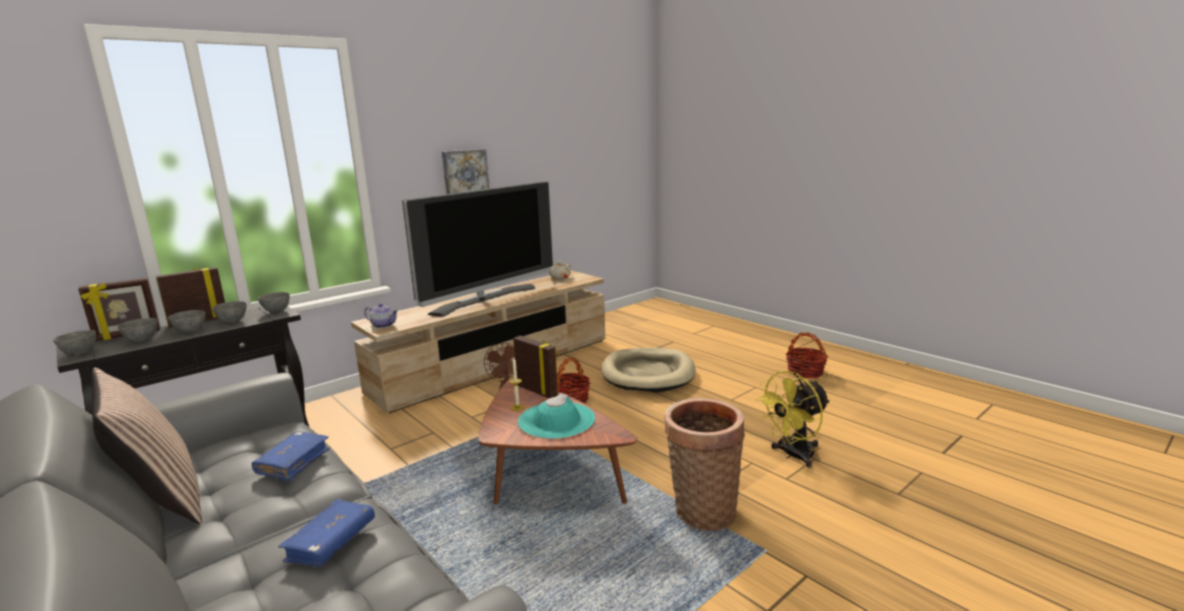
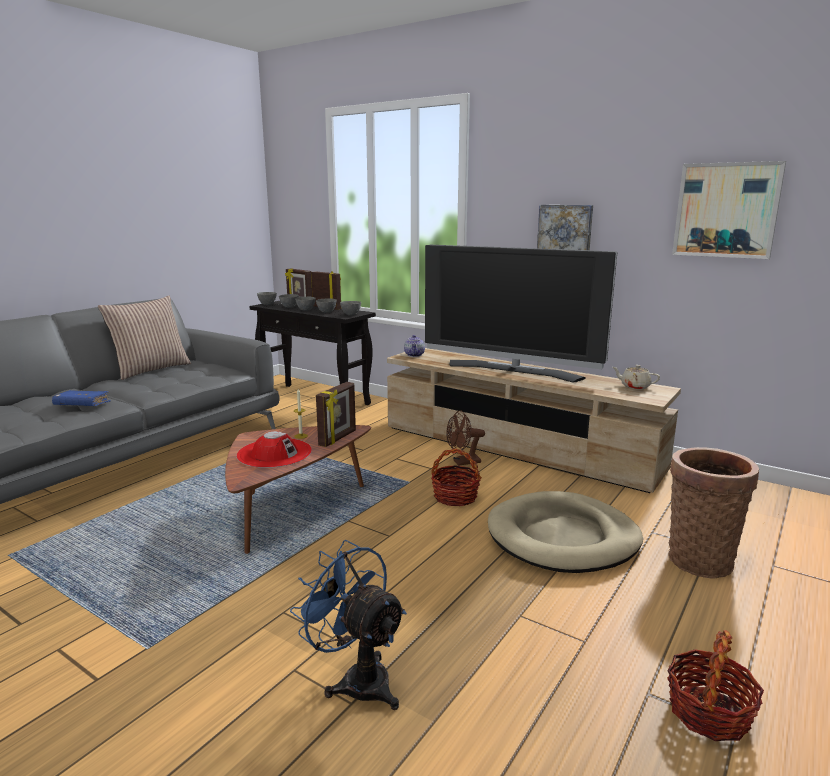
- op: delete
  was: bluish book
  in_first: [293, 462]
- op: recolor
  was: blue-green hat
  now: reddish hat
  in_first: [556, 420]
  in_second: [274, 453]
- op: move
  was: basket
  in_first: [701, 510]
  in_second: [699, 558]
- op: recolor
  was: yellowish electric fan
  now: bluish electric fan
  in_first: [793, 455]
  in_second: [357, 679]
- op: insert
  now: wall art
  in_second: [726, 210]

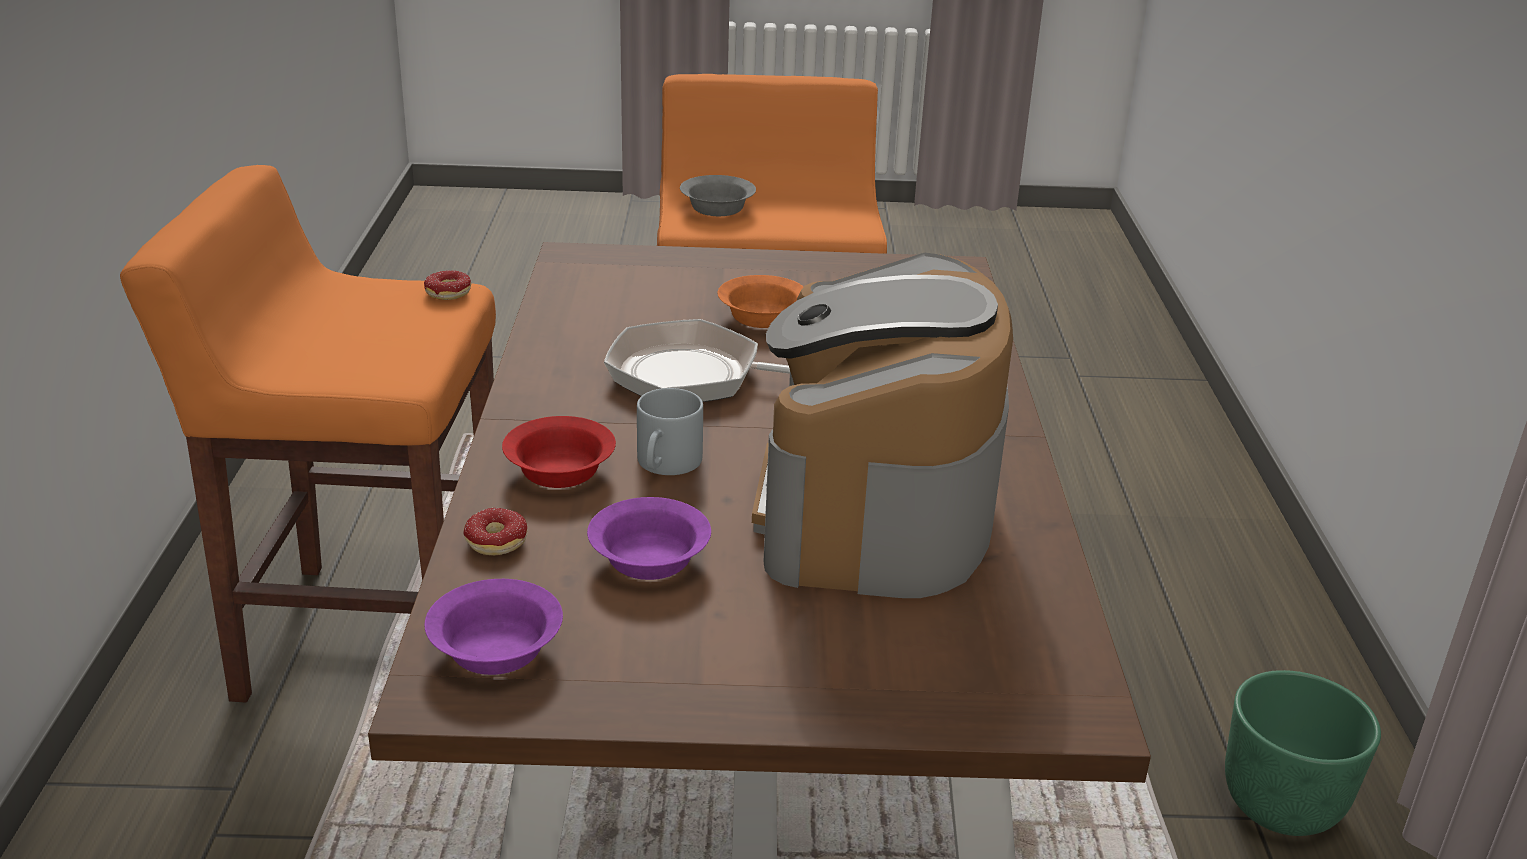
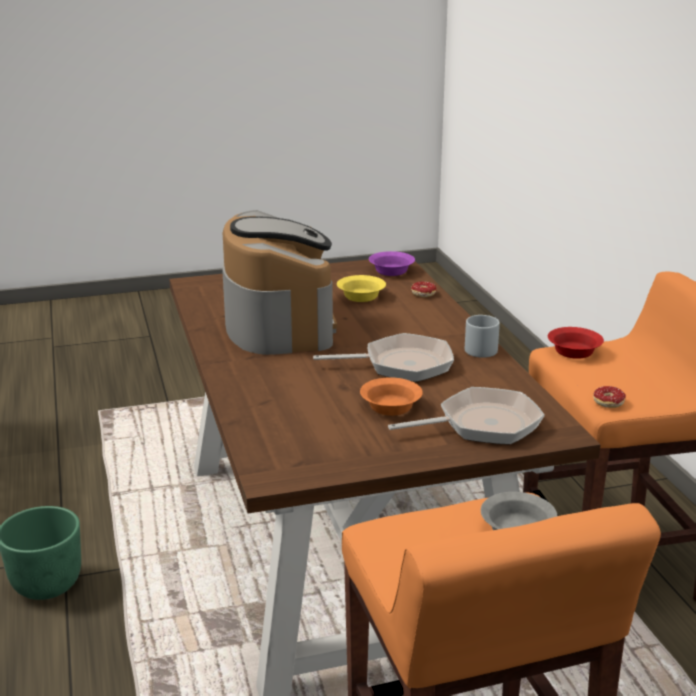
- op: move
  was: reddish bowl
  in_first: [562, 470]
  in_second: [573, 352]
- op: recolor
  was: purple-coloured bowl
  now: yellowish bowl
  in_first: [646, 559]
  in_second: [362, 297]
- op: move
  was: greyish tea mug
  in_first: [667, 465]
  in_second: [479, 348]
- op: insert
  now: pan
  in_second: [482, 424]

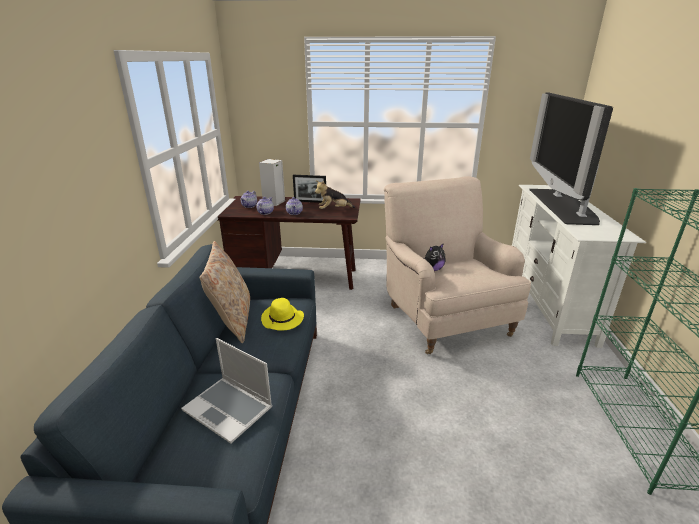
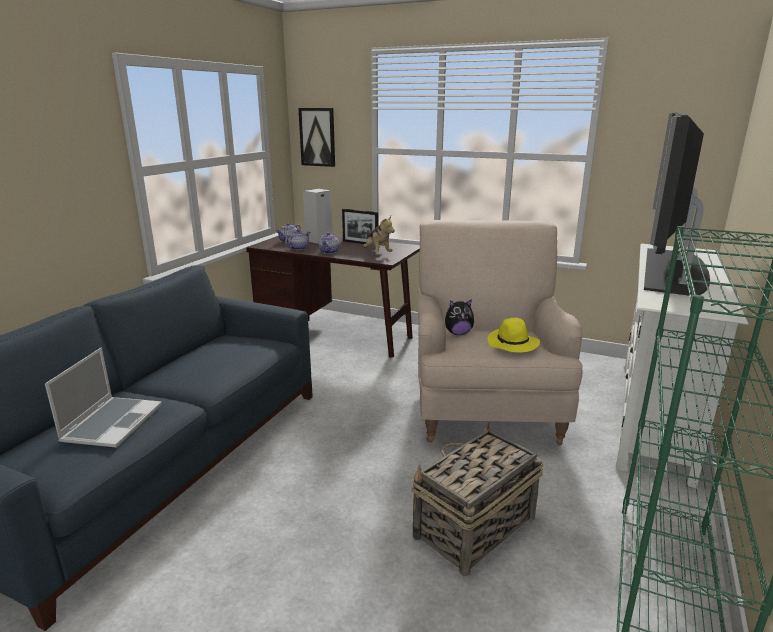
- op: rotate
  was: portable computer
  in_first: [229, 409]
  in_second: [112, 423]
  clockwise: -135
- op: delete
  was: sand-coloured cushion
  in_first: [232, 320]
- op: move
  was: yellowish hat
  in_first: [283, 320]
  in_second: [513, 344]
- op: rotate
  was: cuddly toy
  in_first: [334, 210]
  in_second: [377, 253]
  clockwise: -120
- op: insert
  now: wall art
  in_second: [317, 137]
- op: insert
  now: basket
  in_second: [473, 527]

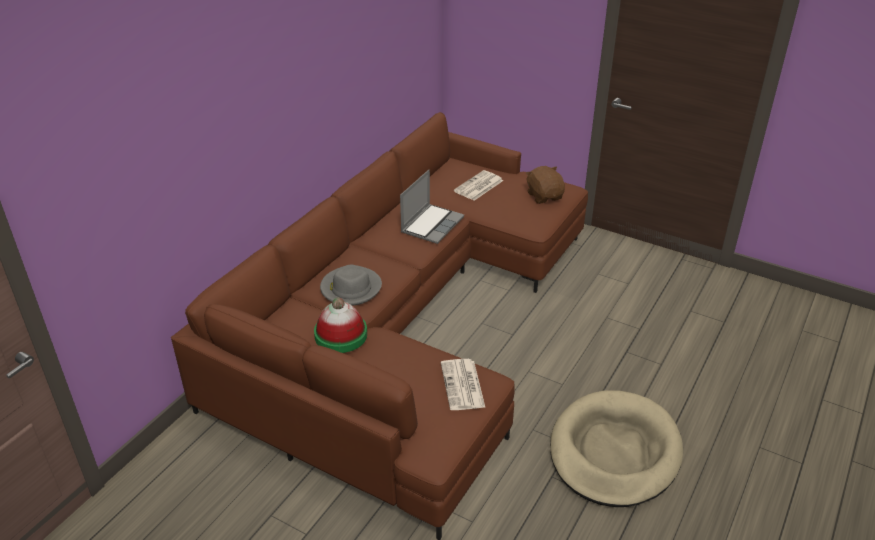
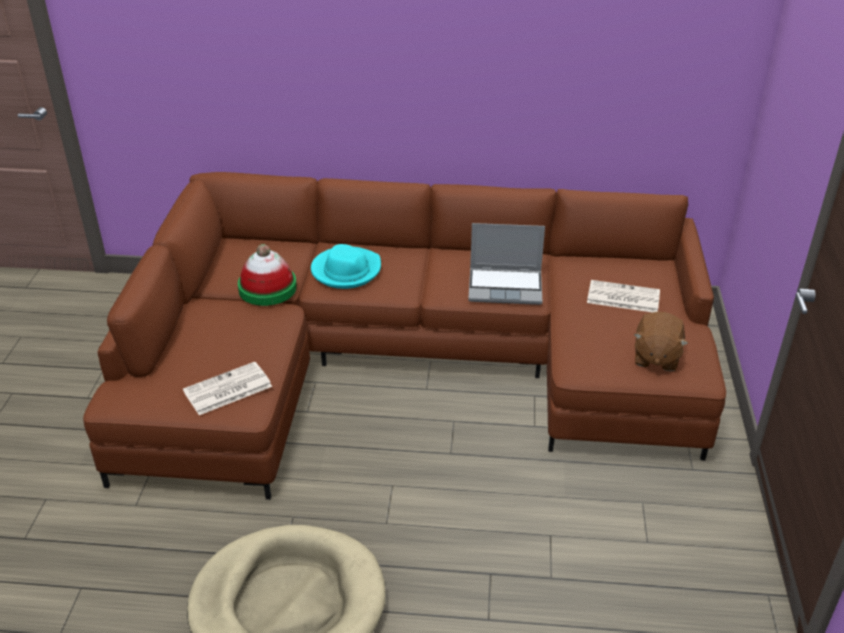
- op: recolor
  was: greyish hat
  now: blue-green hat
  in_first: [350, 288]
  in_second: [346, 270]
- op: rotate
  was: brownish cuddly toy
  in_first: [544, 196]
  in_second: [655, 357]
  clockwise: 150

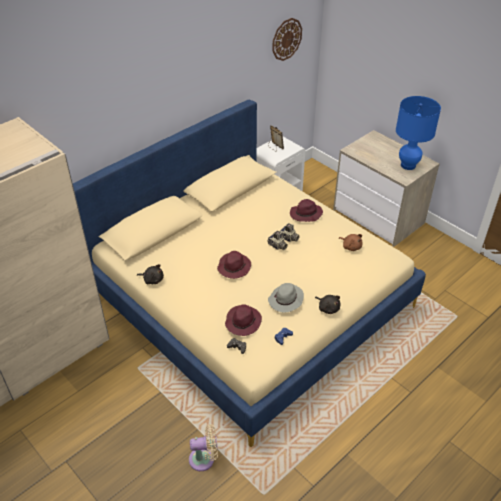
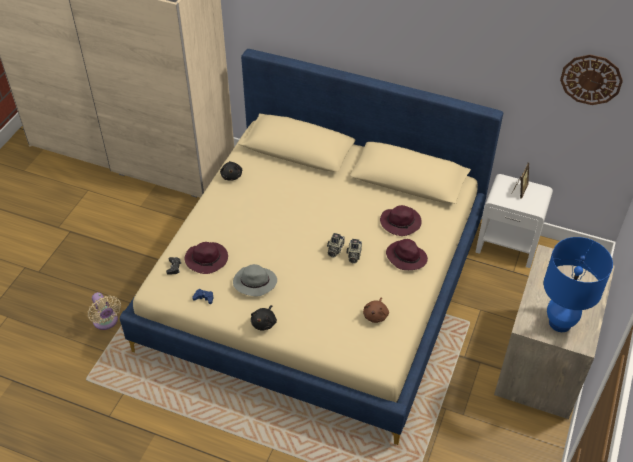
- op: move
  was: purple-coloured hat
  in_first: [234, 267]
  in_second: [401, 222]

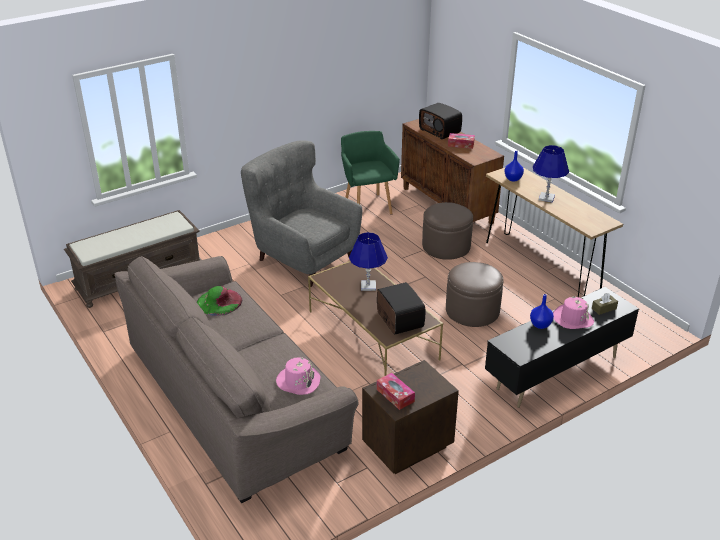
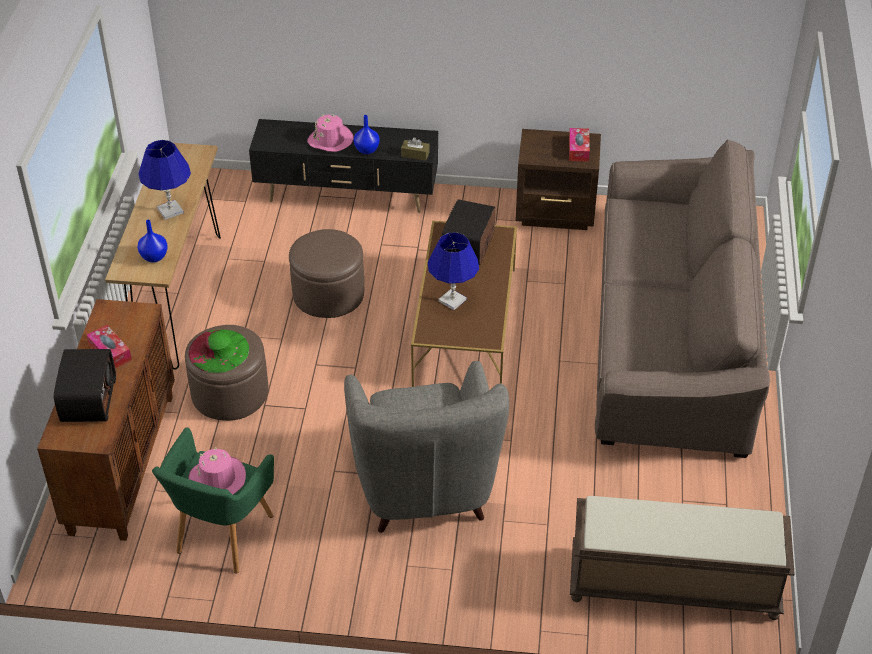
- op: move
  was: green hat
  in_first: [219, 302]
  in_second: [219, 351]
- op: move
  was: pink-coloured hat
  in_first: [298, 381]
  in_second: [217, 479]
- op: move
  was: brownish box of tissues
  in_first: [604, 308]
  in_second: [415, 154]

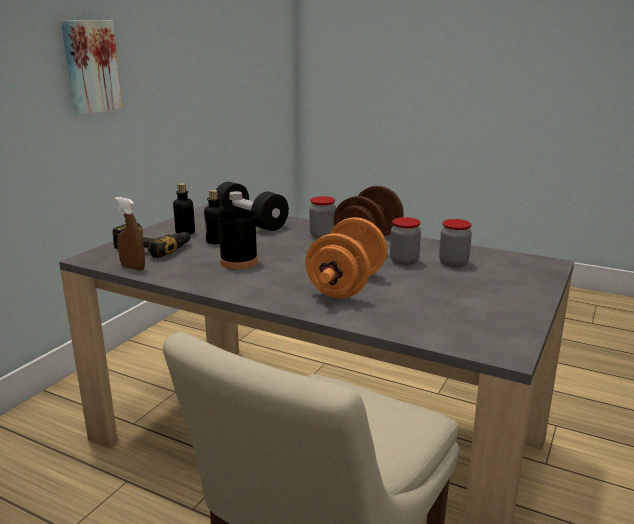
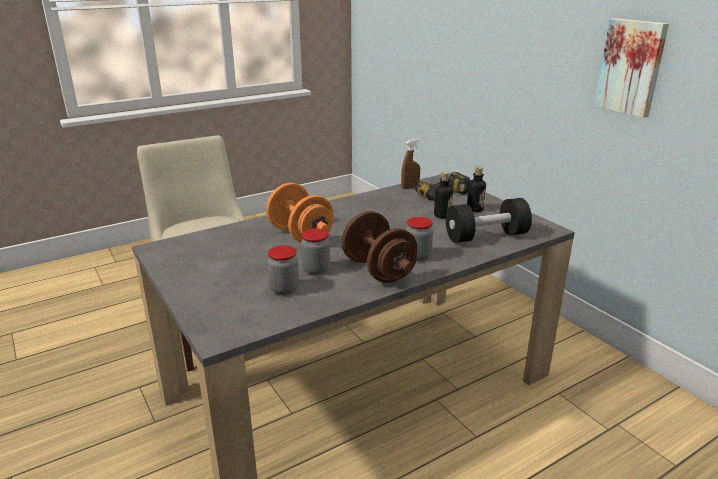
- op: delete
  was: blackish bottle
  in_first: [239, 262]

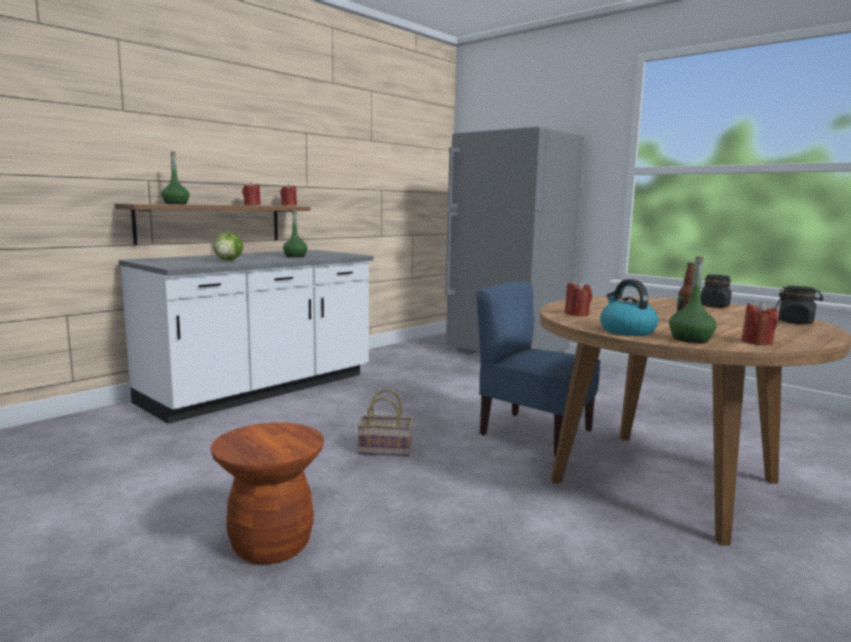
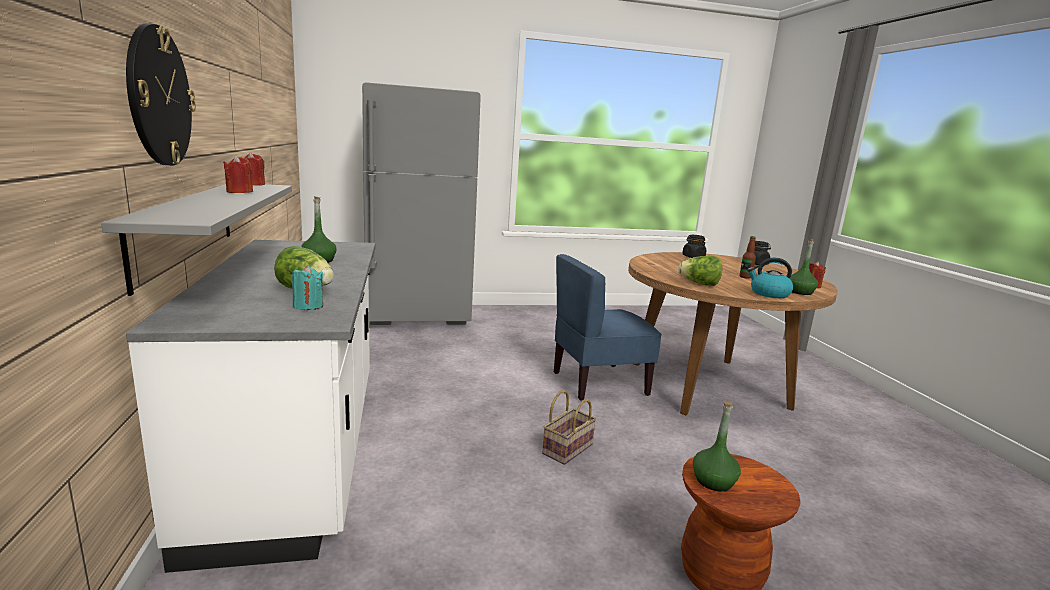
- op: recolor
  was: brownish wall shelf
  now: greyish wall shelf
  in_first: [211, 223]
  in_second: [185, 228]
- op: move
  was: green bottle
  in_first: [175, 204]
  in_second: [713, 481]
- op: replace
  was: reddish wax candle
  now: lettuce
  in_first: [577, 314]
  in_second: [699, 284]
- op: insert
  now: wall clock
  in_second: [159, 97]
- op: insert
  now: blue-green wax candle
  in_second: [308, 306]

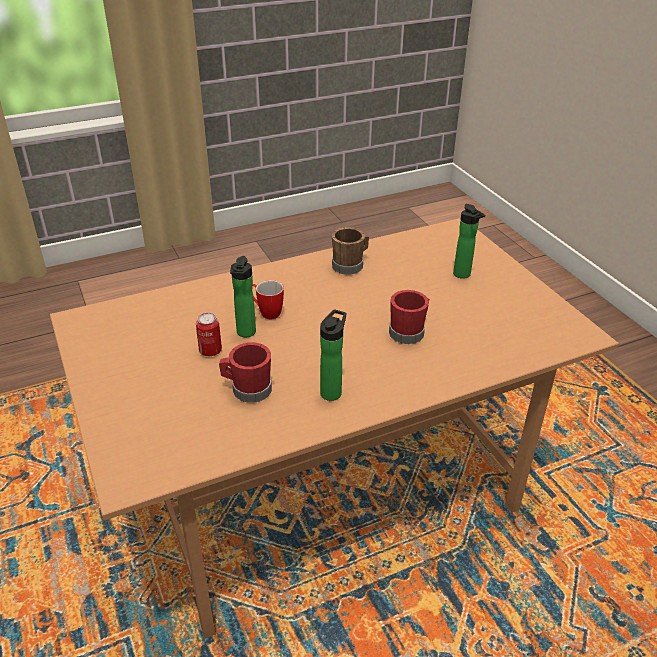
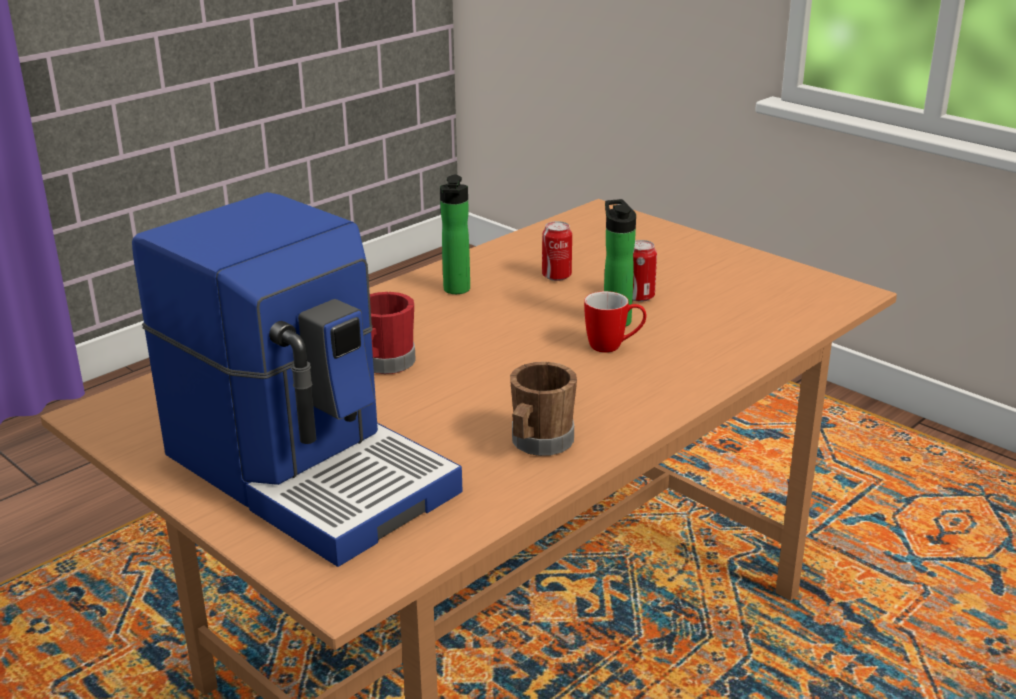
- op: replace
  was: reddish tea mug
  now: sealed can
  in_first: [247, 389]
  in_second: [556, 276]
- op: replace
  was: bottle
  now: coffee machine
  in_first: [463, 275]
  in_second: [310, 470]

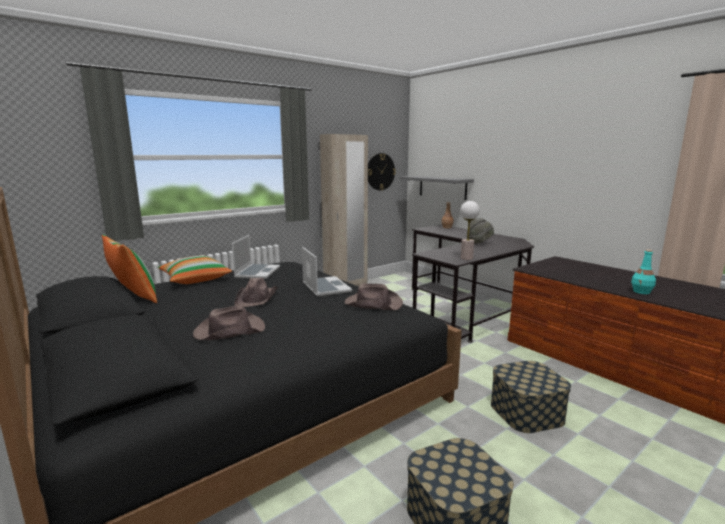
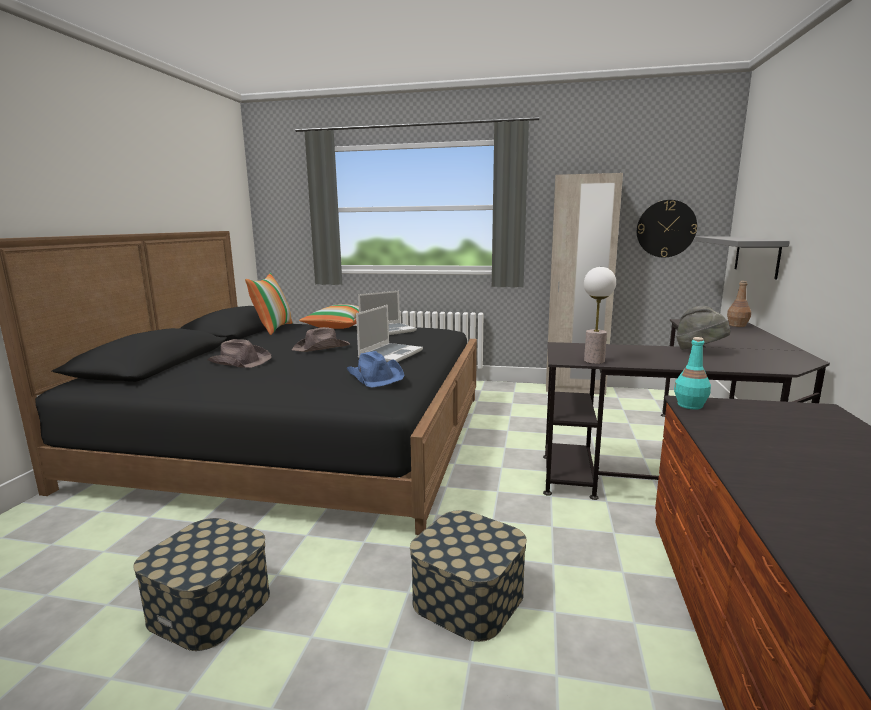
- op: recolor
  was: brownish hat
  now: bluish hat
  in_first: [372, 303]
  in_second: [375, 377]
- op: move
  was: blue-green bottle
  in_first: [641, 292]
  in_second: [690, 405]

